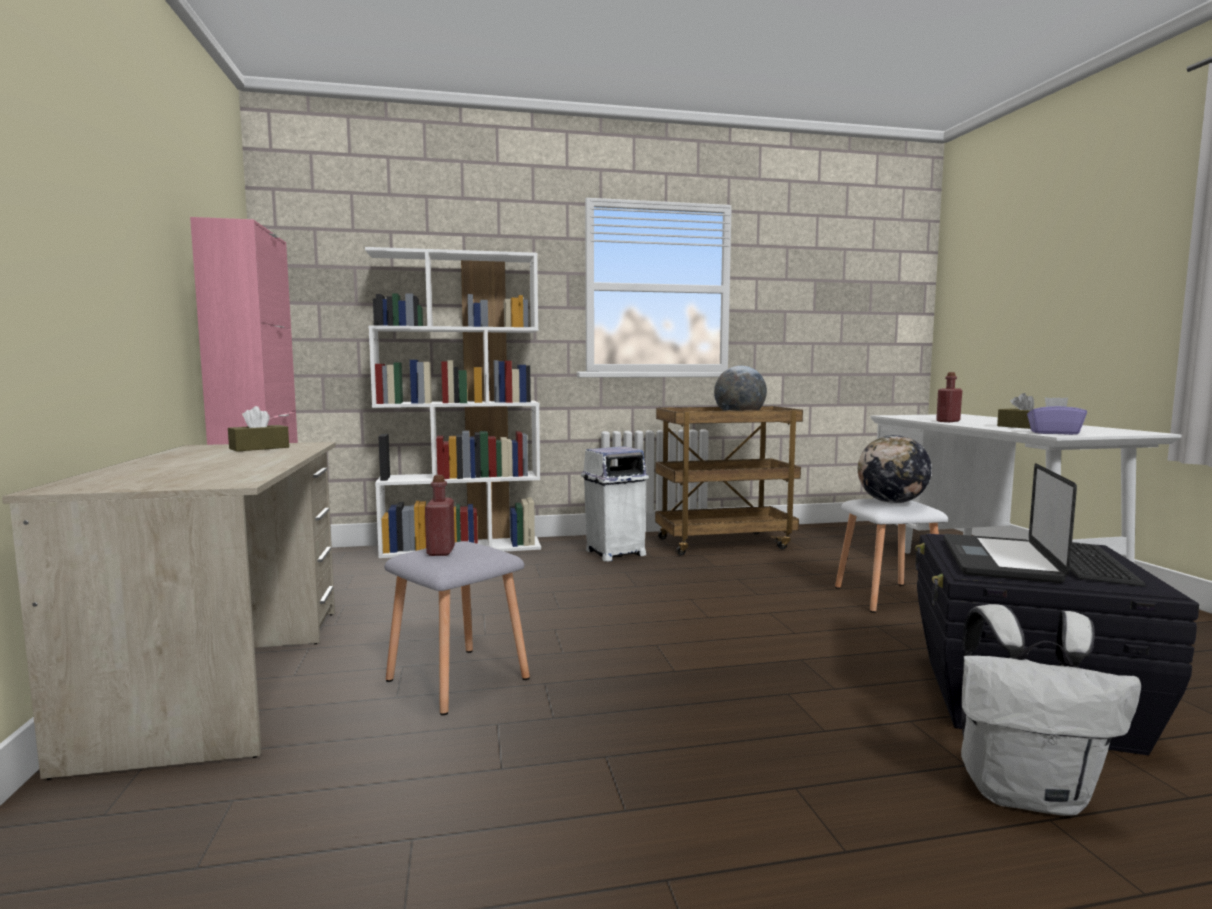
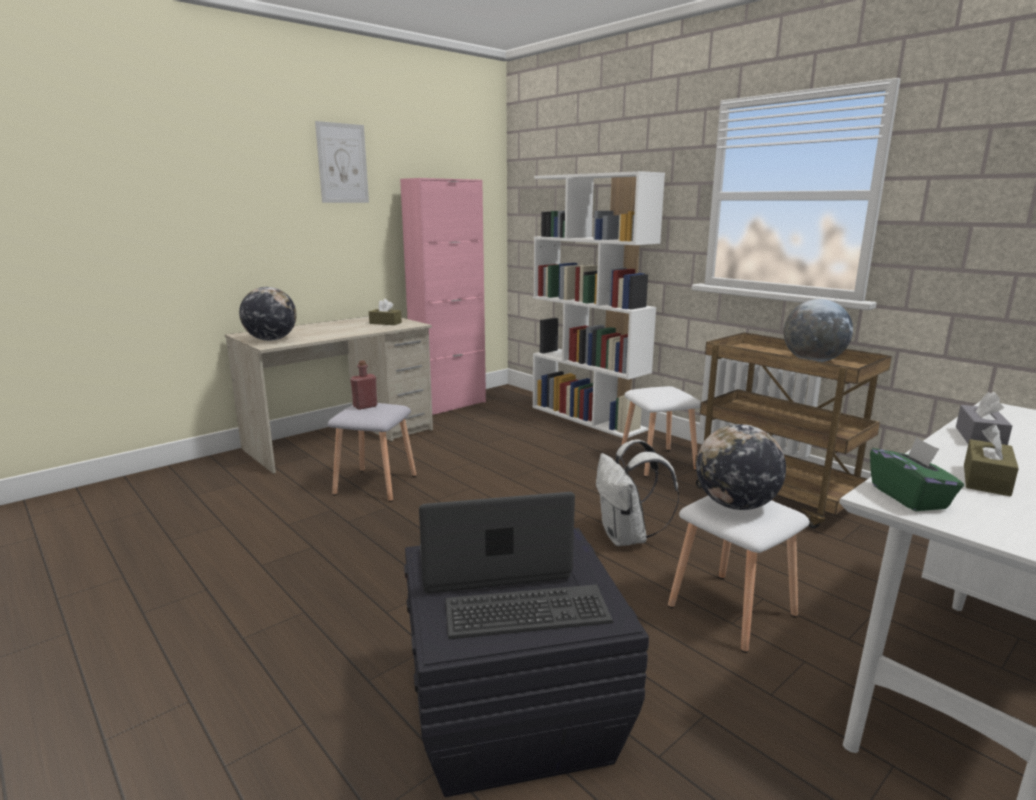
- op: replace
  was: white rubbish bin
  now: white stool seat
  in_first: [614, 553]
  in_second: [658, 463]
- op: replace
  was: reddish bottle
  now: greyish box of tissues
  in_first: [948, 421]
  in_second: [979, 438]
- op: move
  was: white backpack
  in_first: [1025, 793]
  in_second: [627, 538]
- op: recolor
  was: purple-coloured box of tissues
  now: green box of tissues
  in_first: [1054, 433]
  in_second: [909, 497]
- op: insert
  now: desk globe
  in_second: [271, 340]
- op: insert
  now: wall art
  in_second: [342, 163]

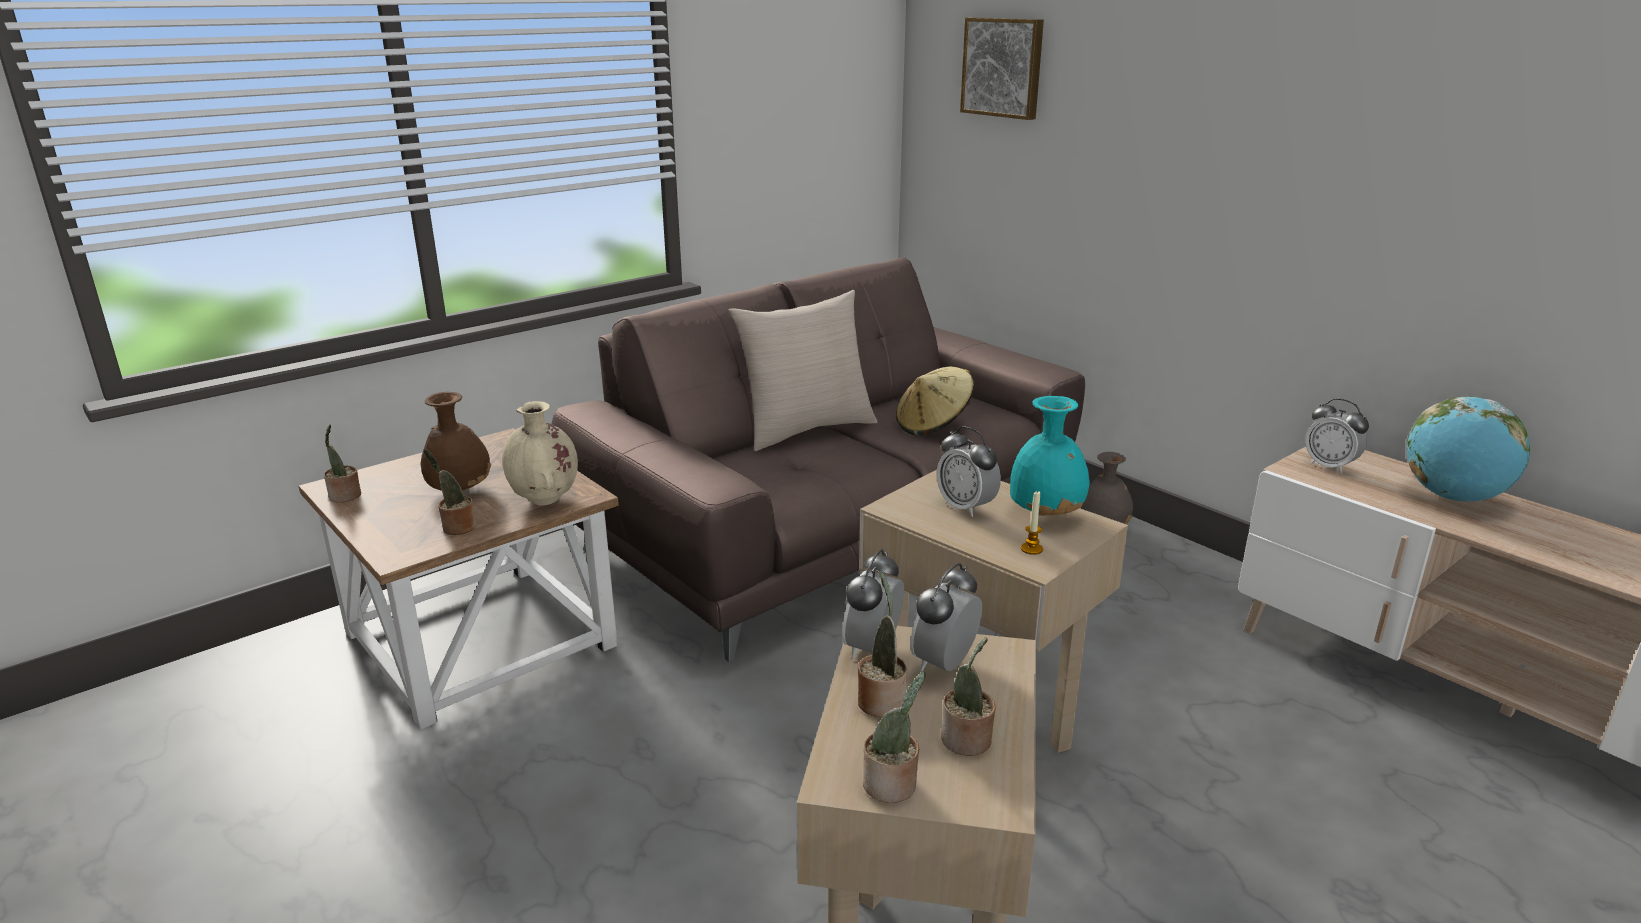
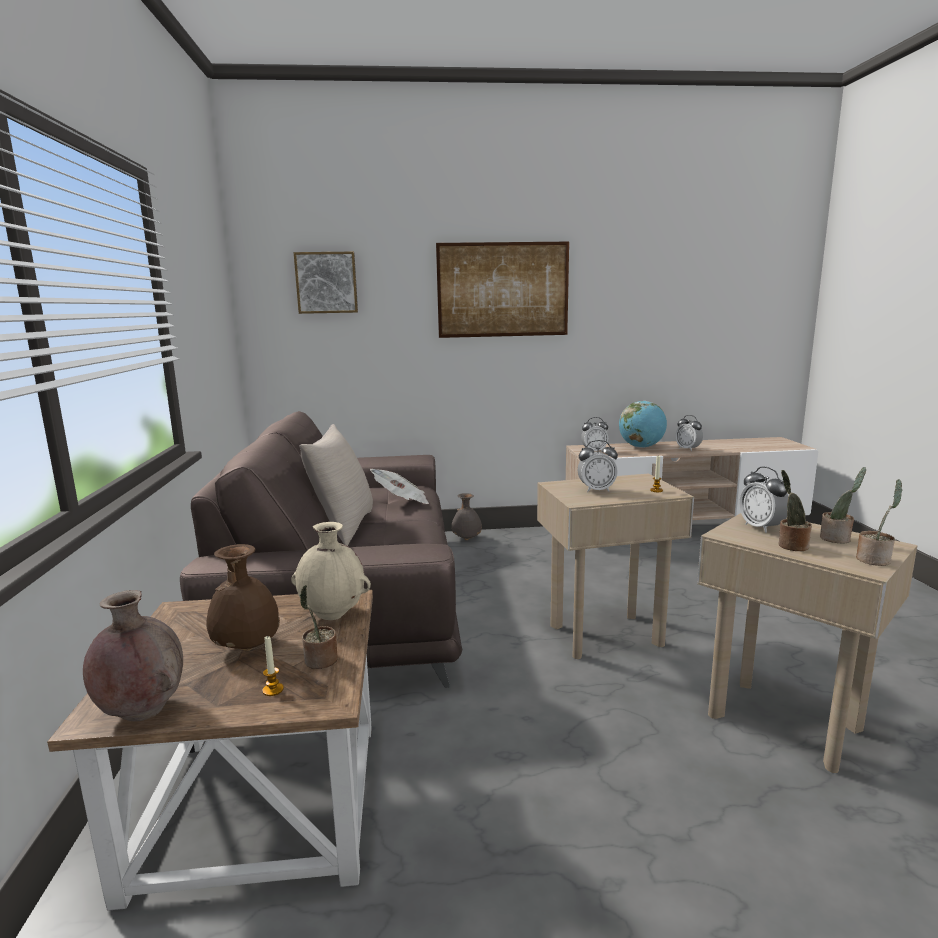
- op: replace
  was: potted plant
  now: brownish flower vase
  in_first: [345, 496]
  in_second: [142, 712]
- op: move
  was: bedside clock
  in_first: [872, 649]
  in_second: [688, 449]
- op: replace
  was: sand-coloured hat
  now: newspaper
  in_first: [933, 425]
  in_second: [401, 501]
- op: delete
  was: blue-green flower vase
  in_first: [1047, 514]
- op: insert
  now: wax candle
  in_second: [273, 690]
- op: insert
  now: wall art
  in_second: [503, 290]

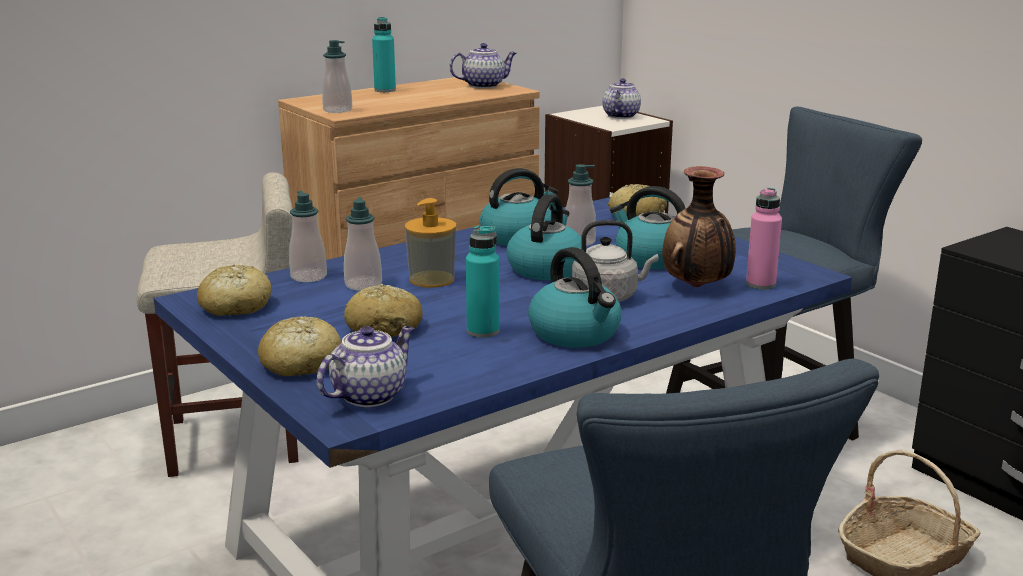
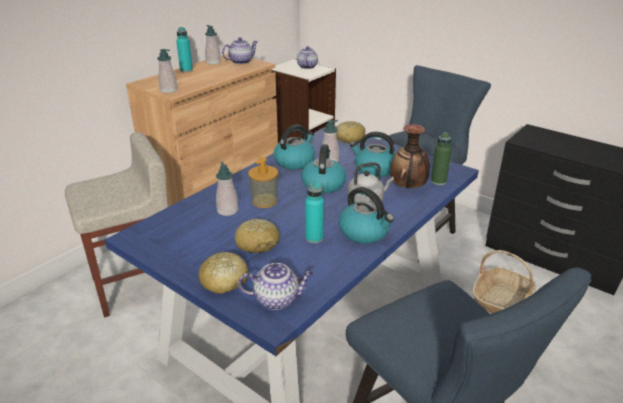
- op: delete
  was: baked bread
  in_first: [235, 306]
- op: move
  was: soap bottle
  in_first: [308, 277]
  in_second: [213, 62]
- op: rotate
  was: teapot
  in_first: [370, 395]
  in_second: [277, 299]
  clockwise: 60
- op: recolor
  was: pink-coloured bottle
  now: green bottle
  in_first: [760, 284]
  in_second: [438, 181]

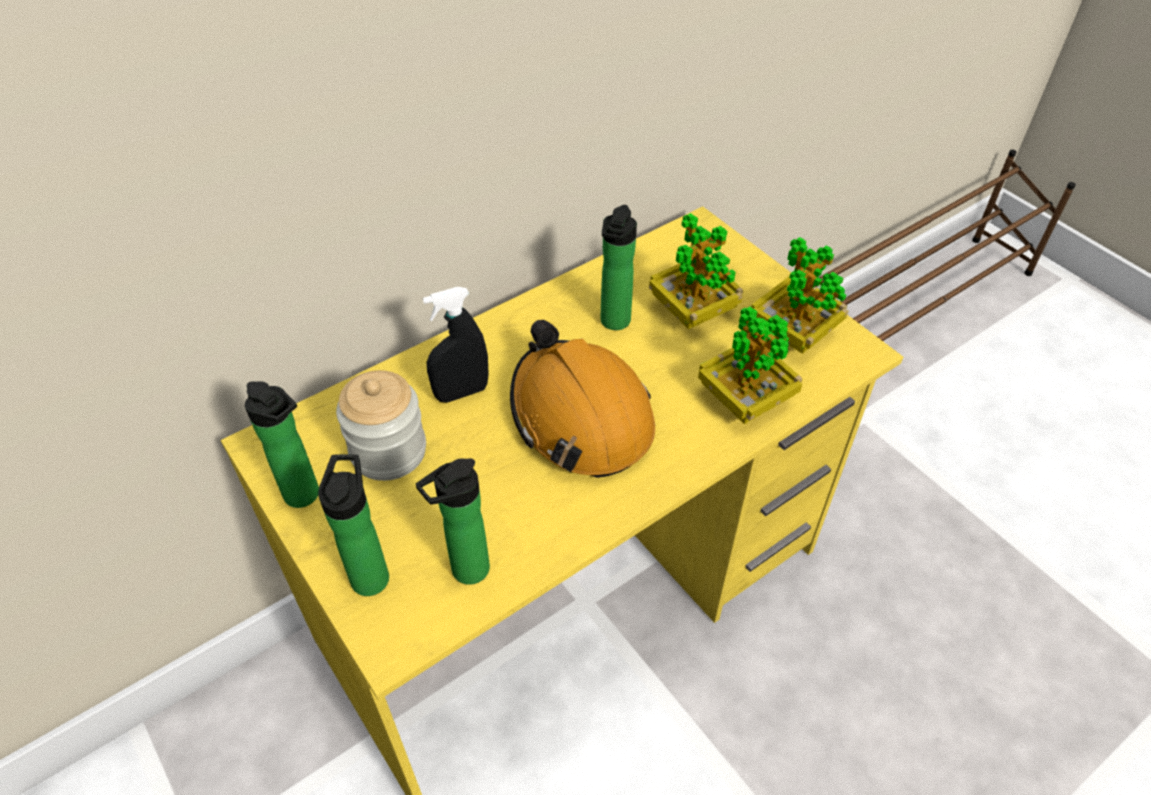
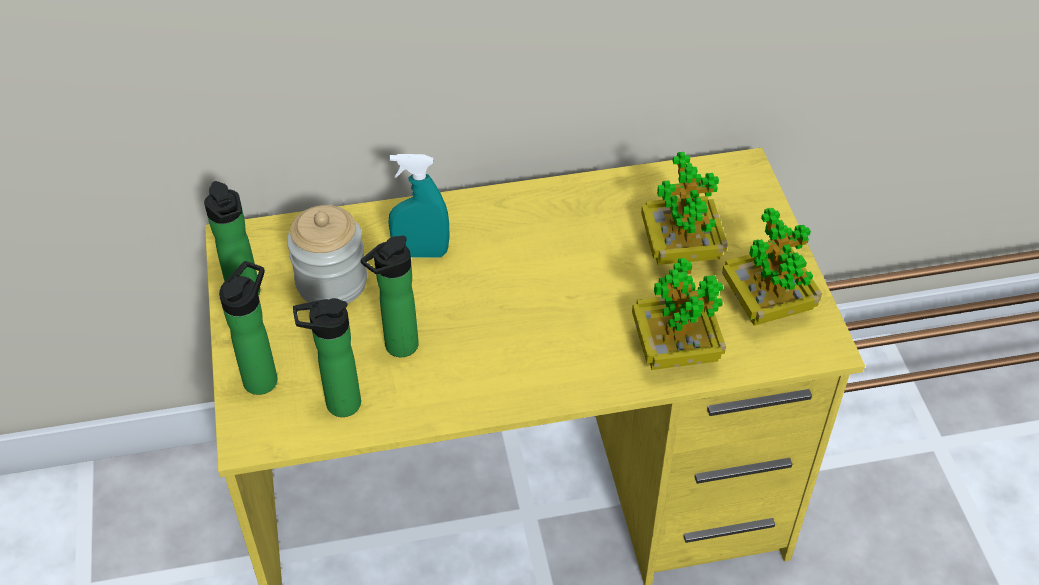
- op: recolor
  was: blackish spray bottle
  now: blue-green spray bottle
  in_first: [461, 392]
  in_second: [421, 253]
- op: delete
  was: orange-coloured hard hat
  in_first: [580, 416]
- op: move
  was: bottle
  in_first: [614, 323]
  in_second: [397, 348]

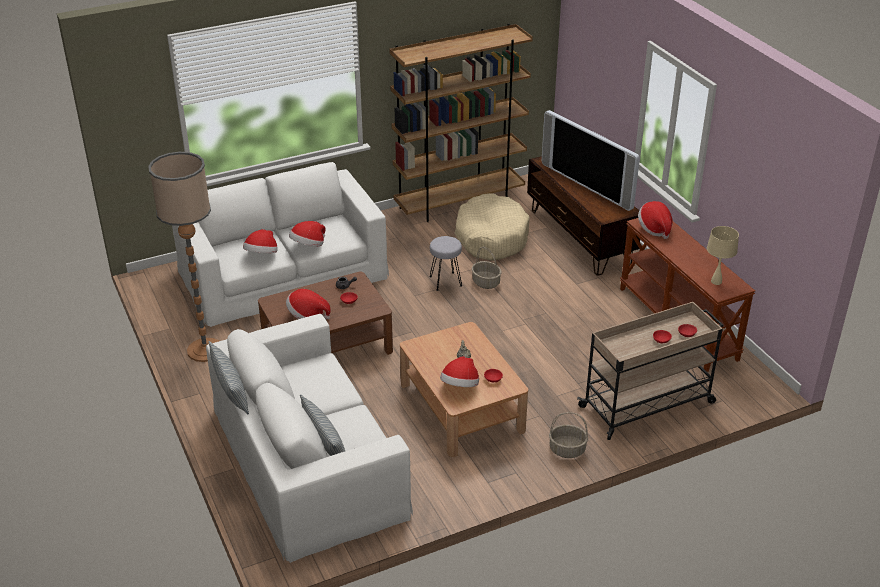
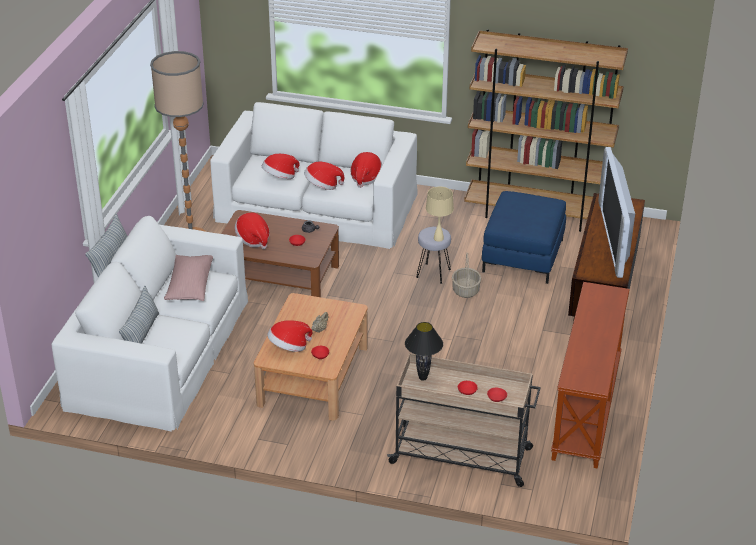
- op: replace
  was: sand-coloured dog cushion
  now: bluish ottoman
  in_first: [491, 237]
  in_second: [523, 255]
- op: delete
  was: basket
  in_first: [567, 450]
- op: move
  was: hat
  in_first: [654, 228]
  in_second: [365, 178]
- op: move
  was: sand-coloured lamp for a table
  in_first: [716, 281]
  in_second: [438, 238]
- op: insert
  now: pink-coloured cushion
  in_second: [190, 286]
- op: insert
  now: blackish lamp for a table
  in_second: [422, 378]

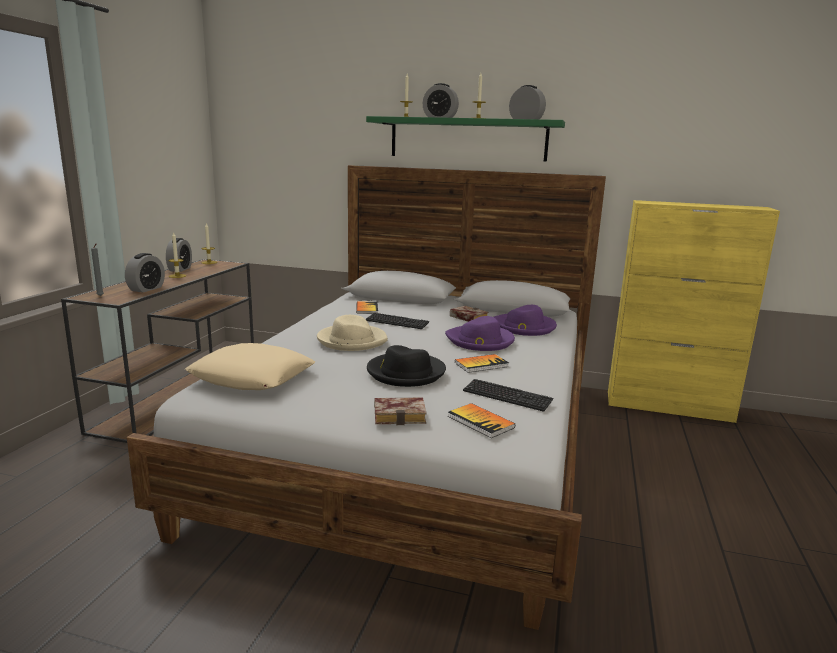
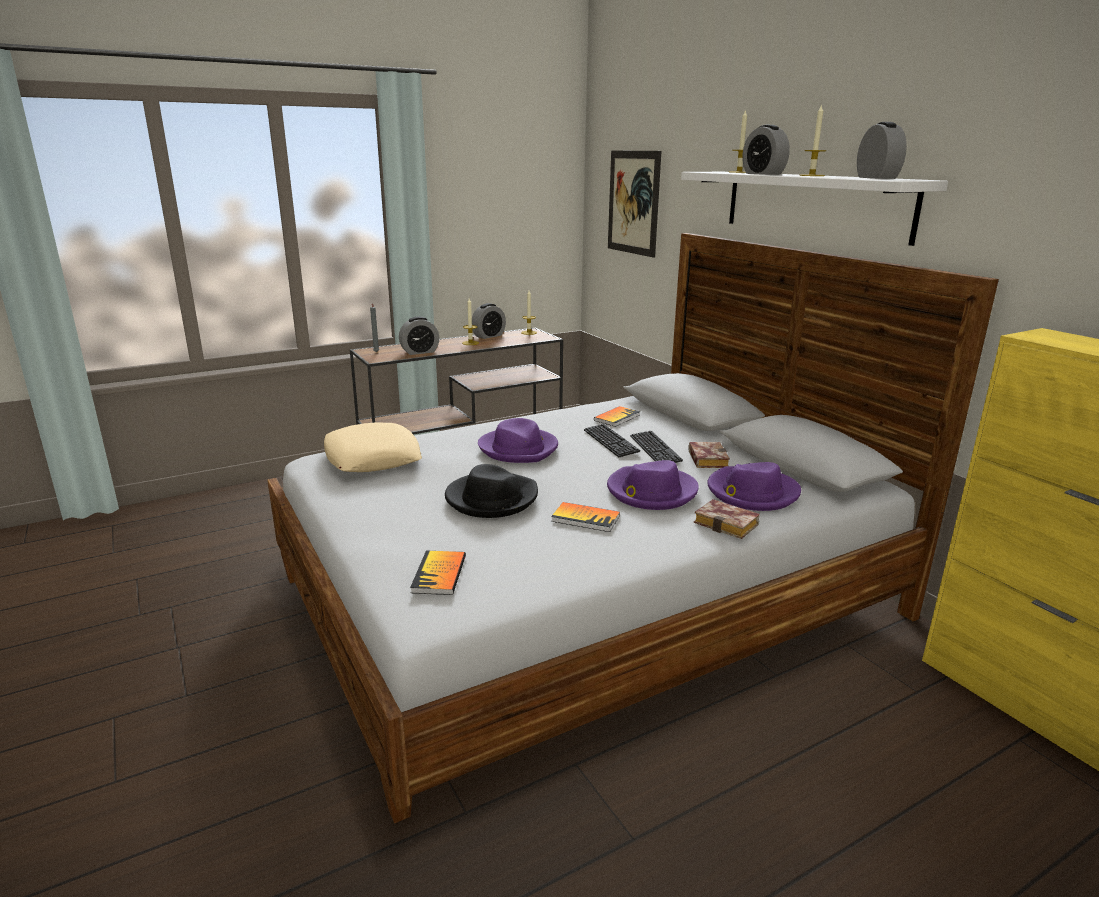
- op: recolor
  was: sand-coloured hat
  now: purple-coloured hat
  in_first: [352, 340]
  in_second: [519, 449]
- op: recolor
  was: green wall shelf
  now: white wall shelf
  in_first: [467, 139]
  in_second: [814, 204]
- op: move
  was: book
  in_first: [401, 415]
  in_second: [729, 524]
- op: move
  was: keyboard
  in_first: [507, 396]
  in_second: [655, 449]
- op: insert
  now: wall art
  in_second: [633, 202]

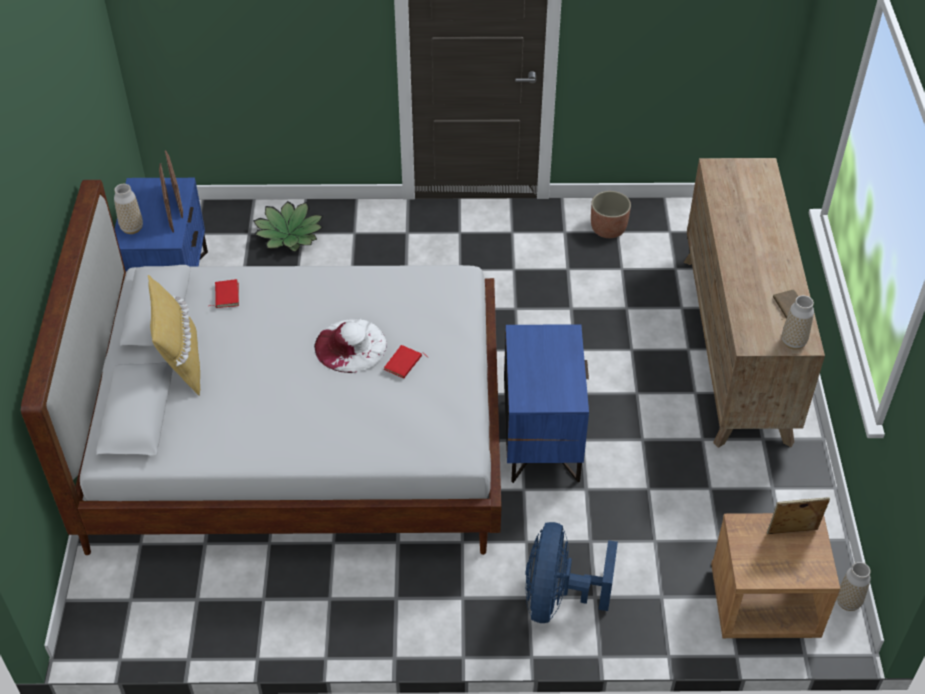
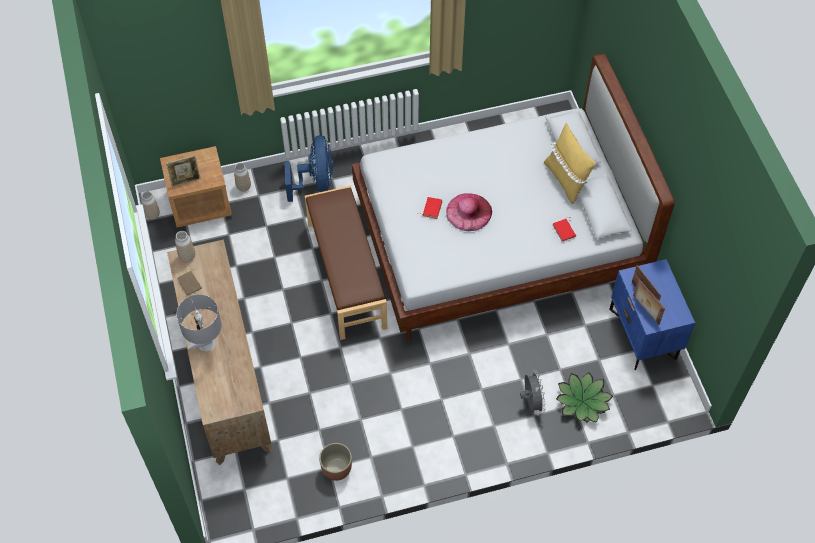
- op: move
  was: flower vase
  in_first: [132, 228]
  in_second: [243, 187]
- op: recolor
  was: white hat
  now: pink-coloured hat
  in_first: [350, 345]
  in_second: [469, 212]
- op: replace
  was: bluish bedside table
  now: brownish bench
  in_first: [541, 438]
  in_second: [347, 275]
- op: insert
  now: greyish lamp for a table
  in_second: [206, 344]
- op: insert
  now: greyish electric fan
  in_second: [531, 402]

